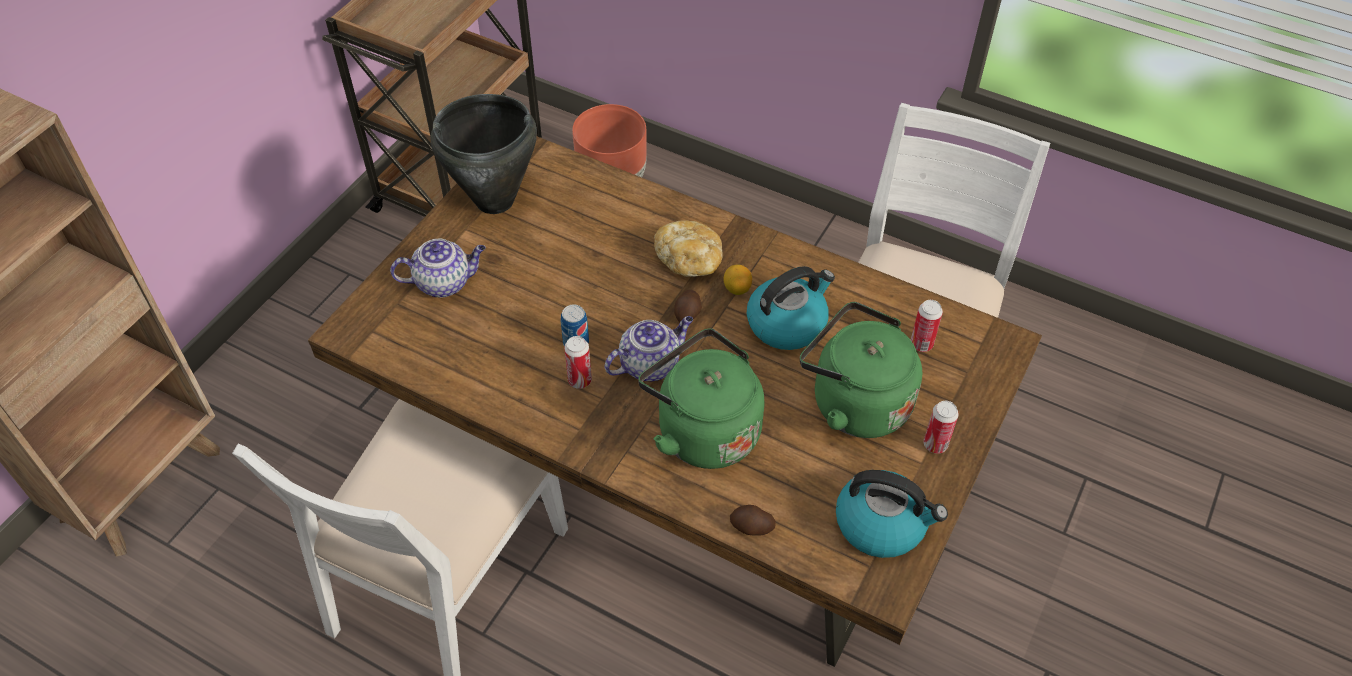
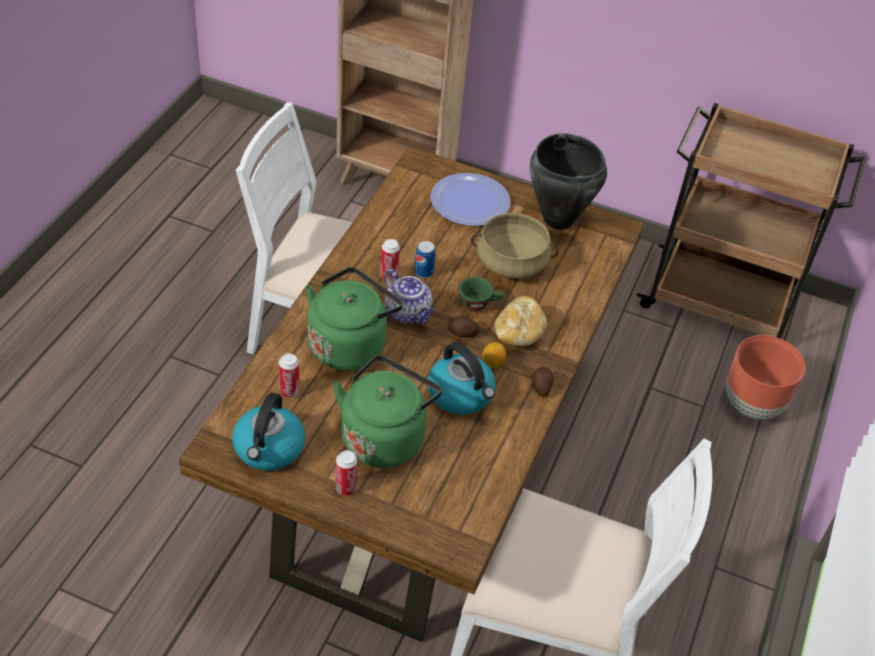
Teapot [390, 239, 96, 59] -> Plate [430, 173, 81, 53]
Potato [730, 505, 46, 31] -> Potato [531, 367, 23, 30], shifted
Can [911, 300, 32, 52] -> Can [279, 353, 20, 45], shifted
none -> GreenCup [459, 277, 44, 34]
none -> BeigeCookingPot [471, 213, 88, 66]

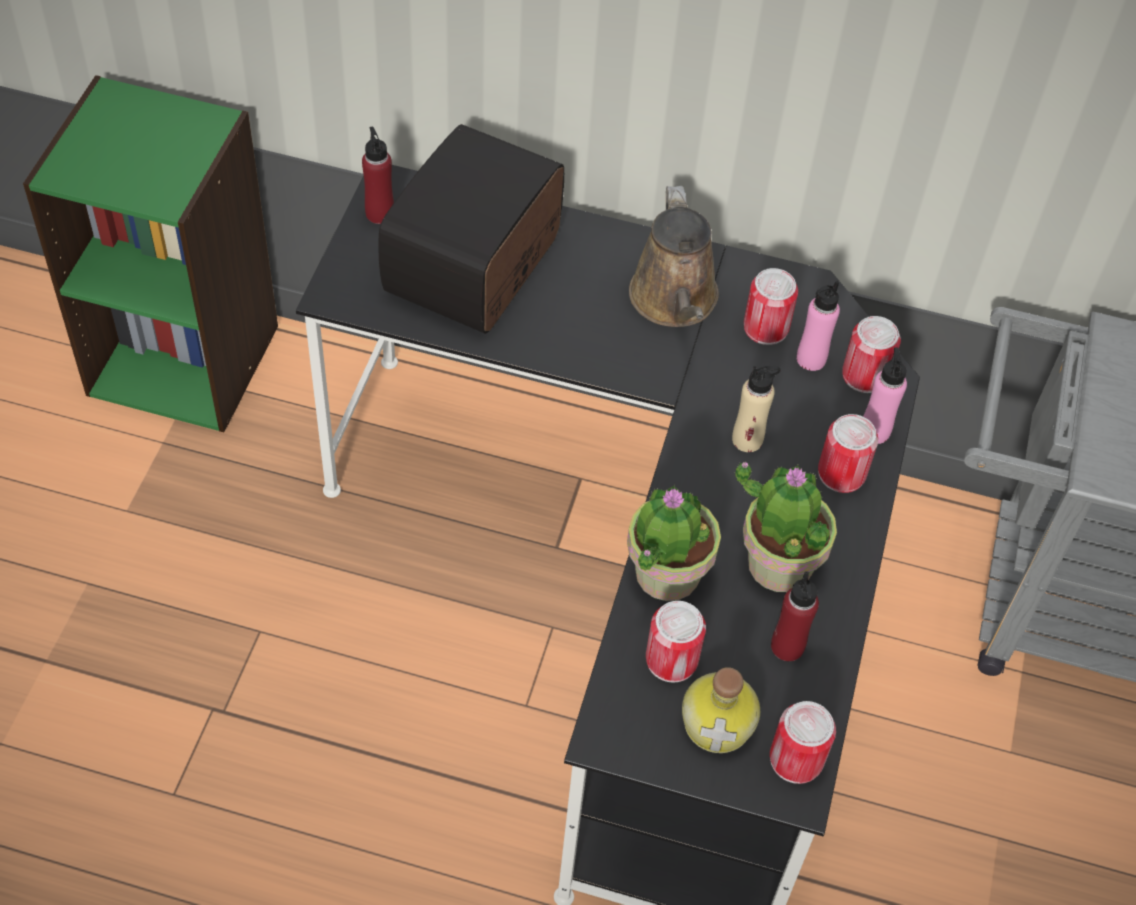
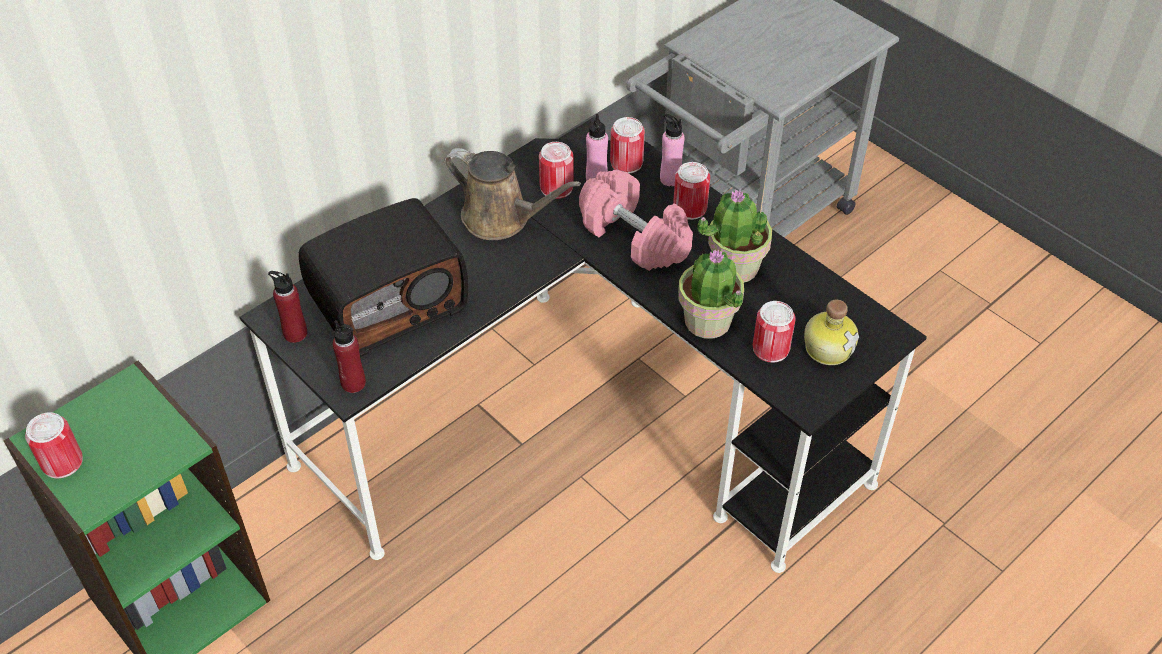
Radio [379, 124, 185, 210] -> Radio [299, 198, 169, 159], 90 degrees counterclockwise
BeigeBottle [732, 366, 49, 86] -> PinkDumbbell [579, 170, 114, 101]
Can [770, 701, 66, 83] -> Can [25, 412, 58, 66], shifted
RedBottle [771, 571, 48, 90] -> RedBottle [332, 320, 34, 73], shifted

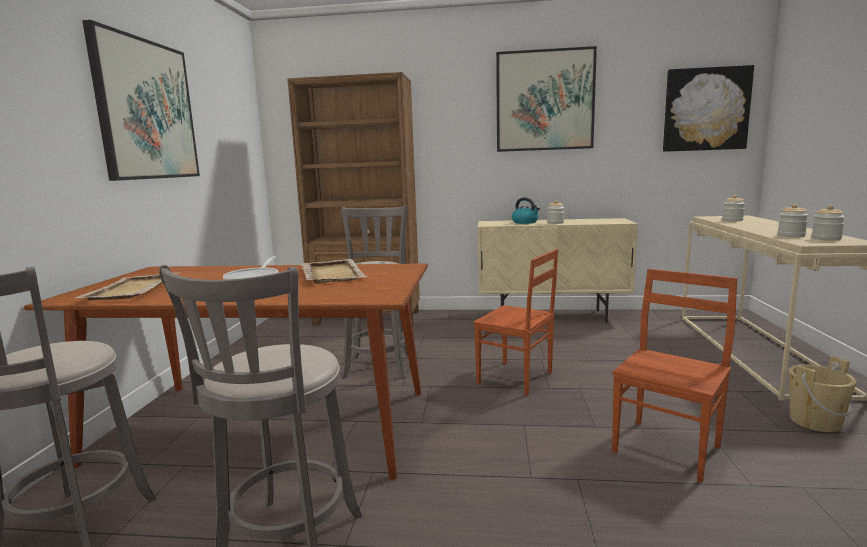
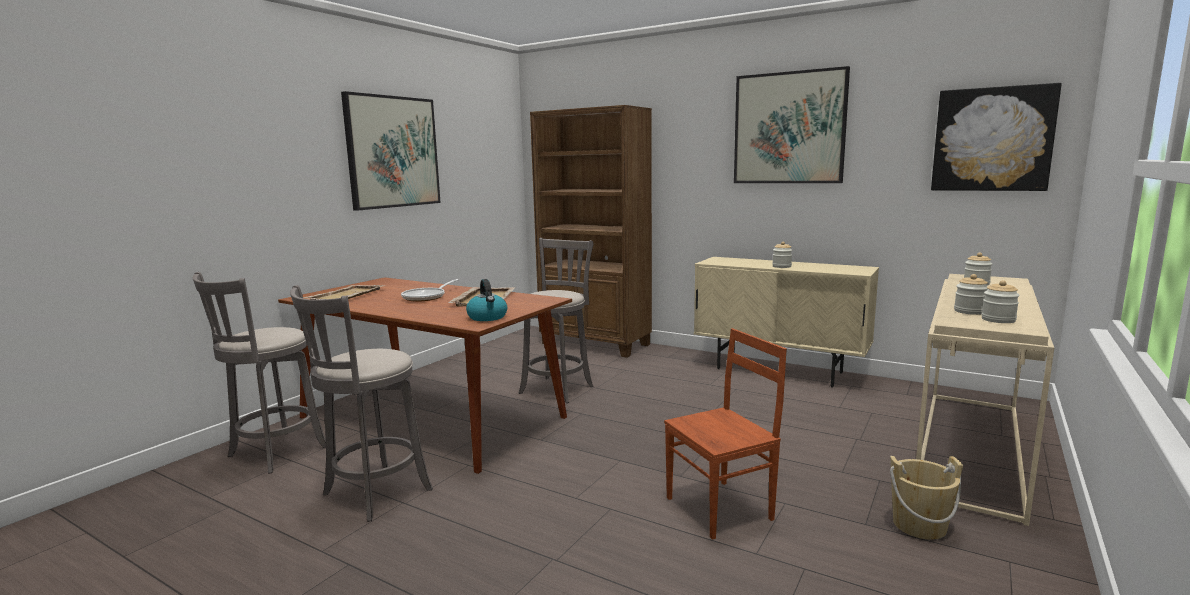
BrownChair [473, 249, 85, 147] -> none
Kettle [512, 197, 28, 27] -> Kettle [466, 279, 41, 42], shifted

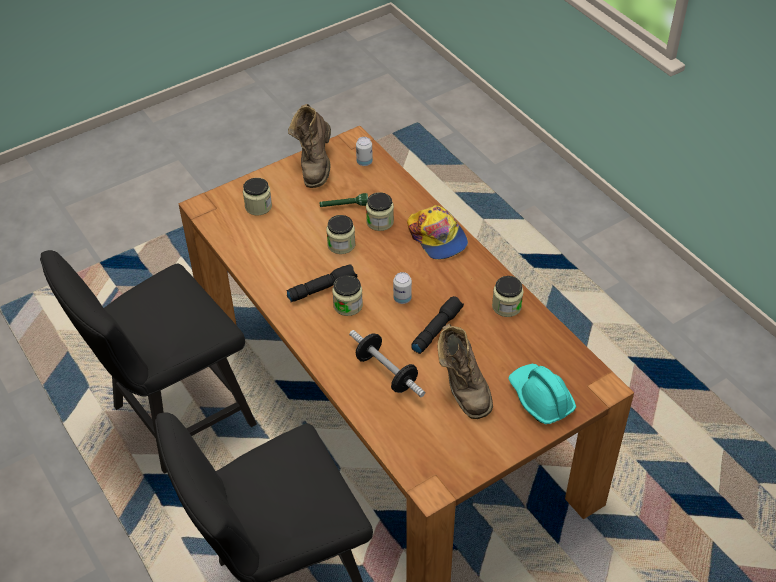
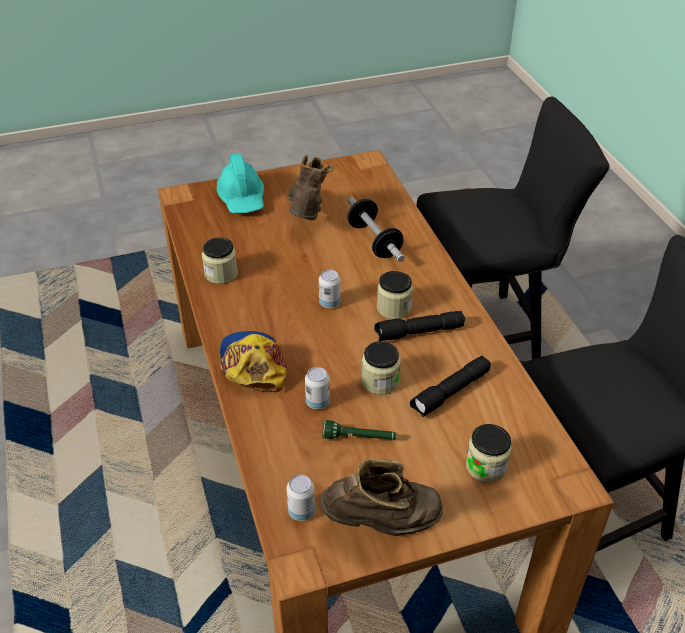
BrownBoot [288, 104, 43, 84] -> BrownBoot [320, 458, 123, 78], 60 degrees clockwise
Jar [366, 192, 28, 39] -> Can [305, 367, 25, 42]
BlackFlashlight [412, 296, 52, 58] -> BlackFlashlight [410, 356, 81, 61], shifted

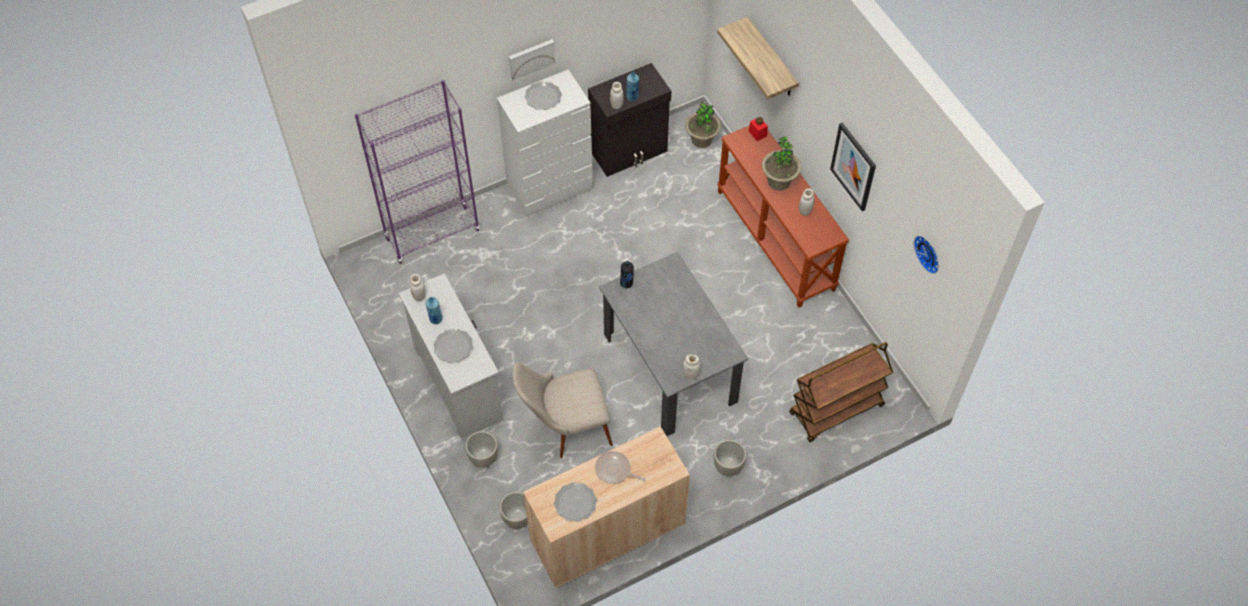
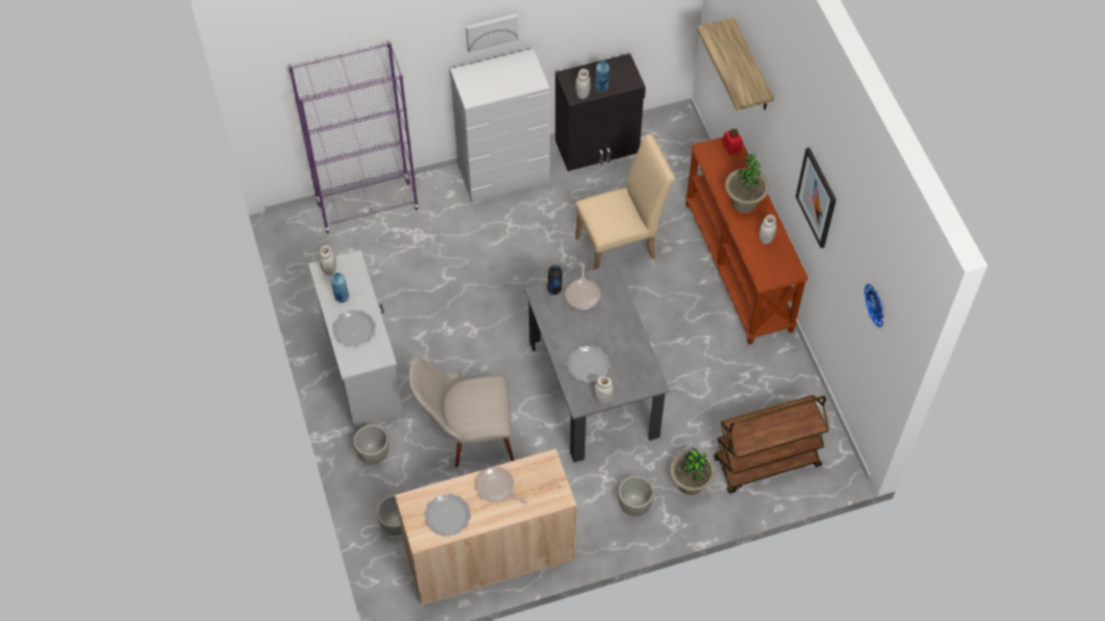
Plate [525, 81, 37, 29] -> Plate [567, 345, 43, 38], shifted
PottedPlant [685, 102, 36, 46] -> PottedPlant [670, 447, 45, 48], shifted
none -> FryingPan [565, 263, 35, 47]
none -> BeigeChair [575, 134, 100, 135]

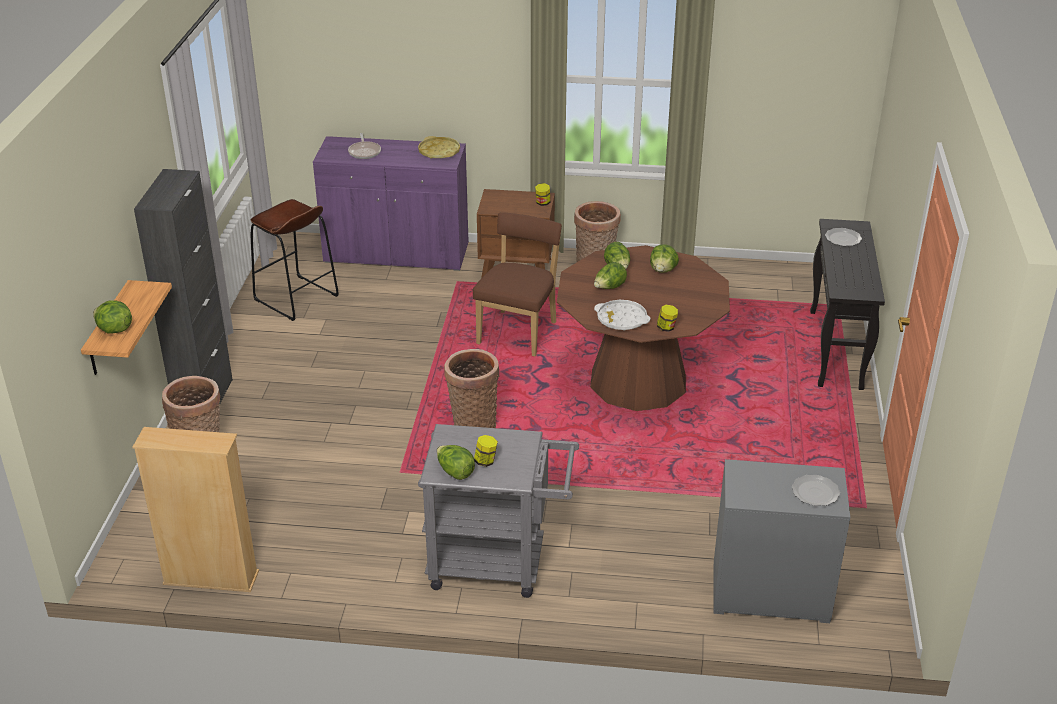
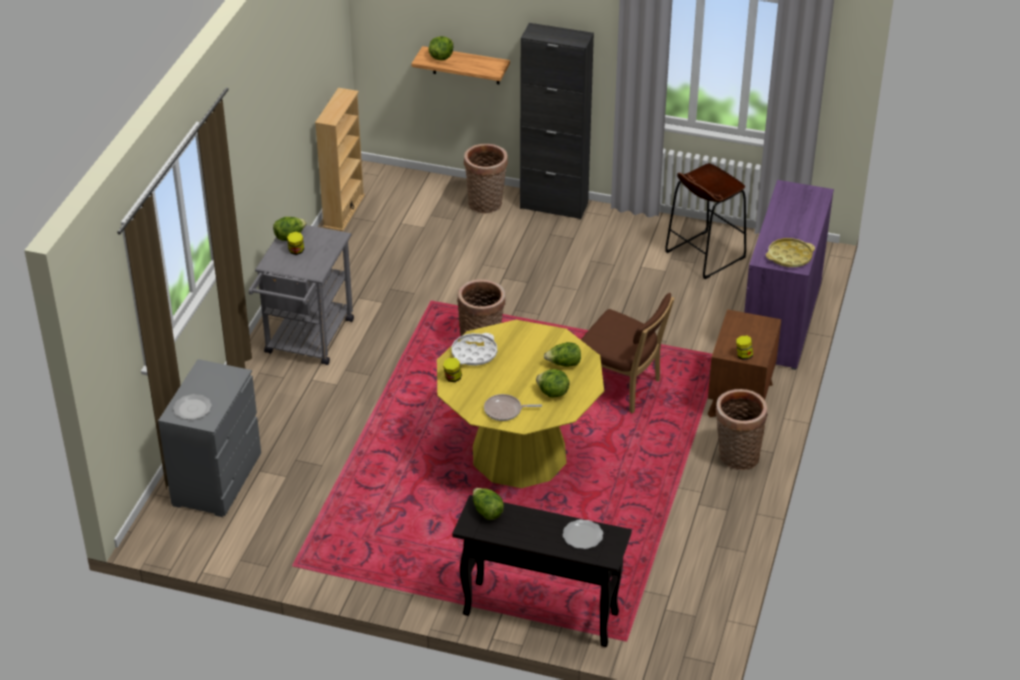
FryingPan [348, 133, 33, 26] -> FryingPan [484, 394, 58, 27], shifted
BrownDiningTable [557, 245, 173, 166] -> YellowDiningTable [437, 320, 167, 168]
Lettuce [594, 262, 33, 27] -> Lettuce [473, 488, 31, 32], shifted

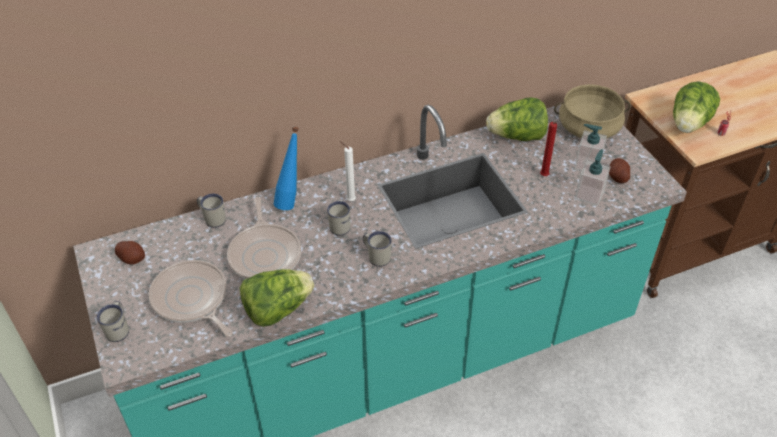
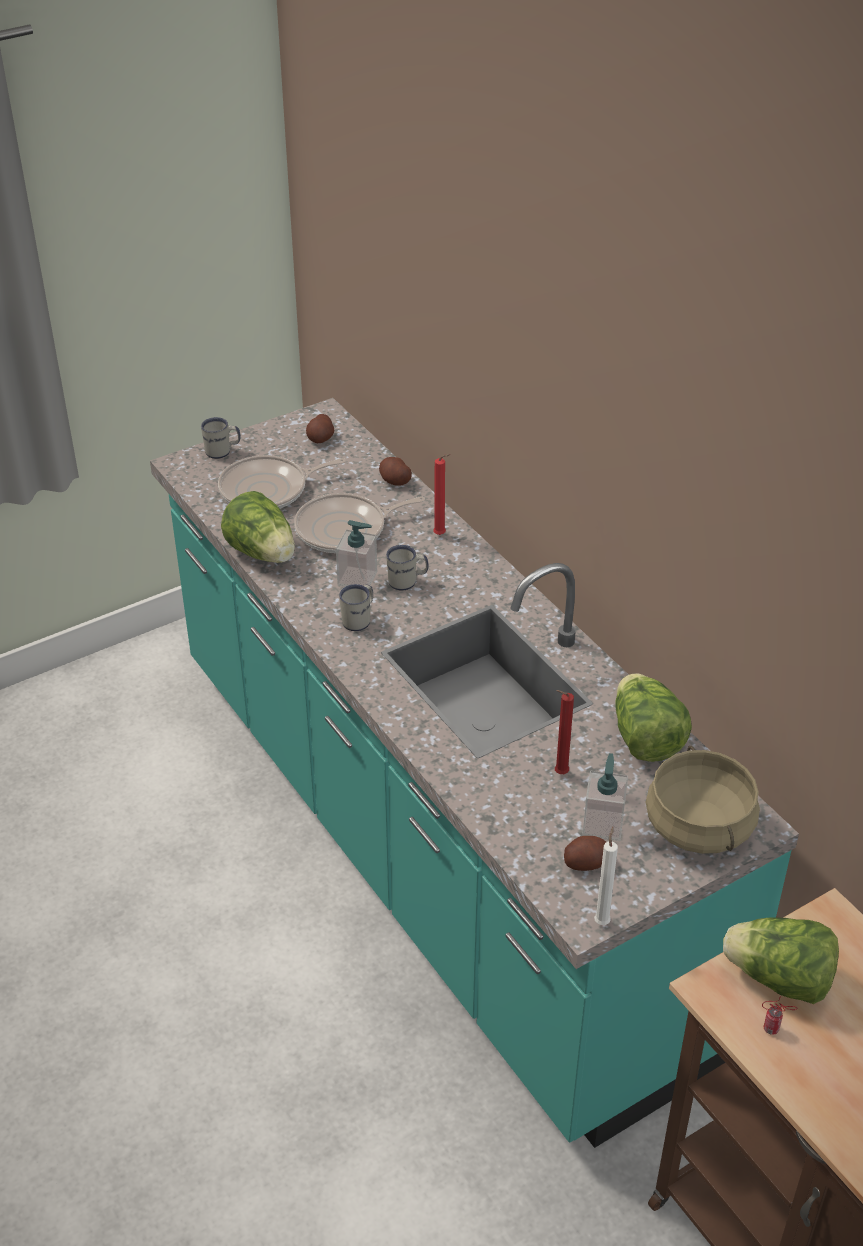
FryingPan [149, 260, 83, 77] -> FryingPan [218, 455, 128, 54], 150 degrees counterclockwise
WhiteMug [197, 194, 29, 34] -> Potato [379, 457, 33, 29]
BlueBottle [274, 127, 25, 83] -> RedCandle [433, 454, 18, 81]
WhiteCandle [340, 141, 16, 60] -> WhiteCandle [594, 827, 24, 98], shifted
SoapDispenser [575, 149, 36, 57] -> SoapDispenser [336, 520, 41, 67], shifted

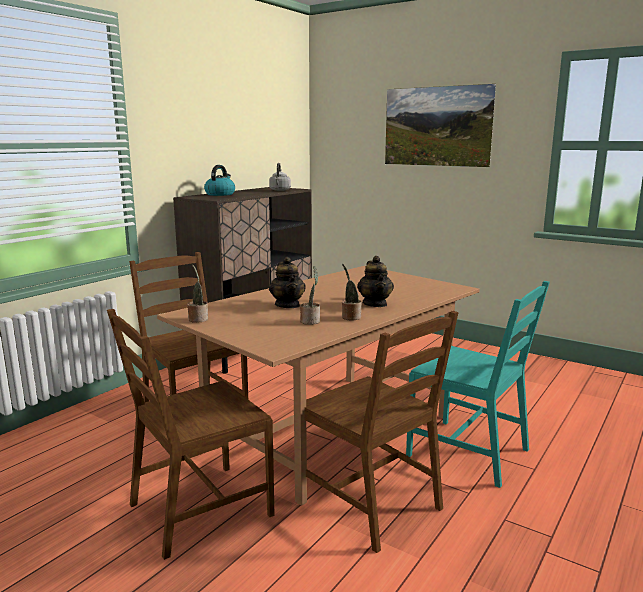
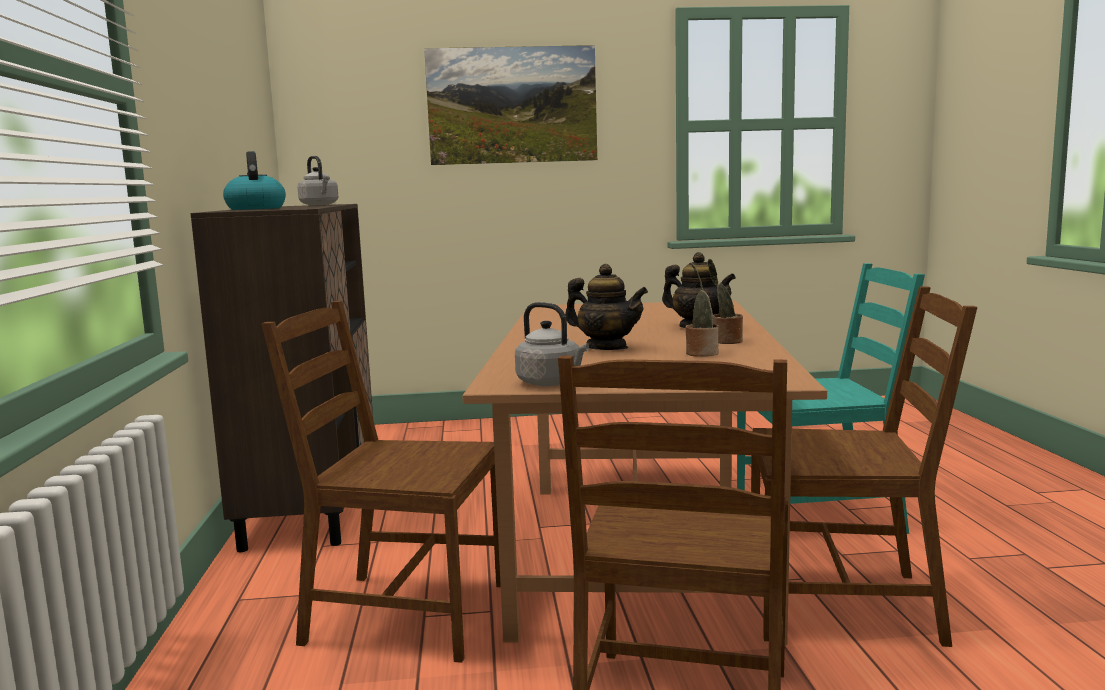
PottedPlant [187, 265, 21, 58] -> GreyKettle [515, 302, 74, 84]

